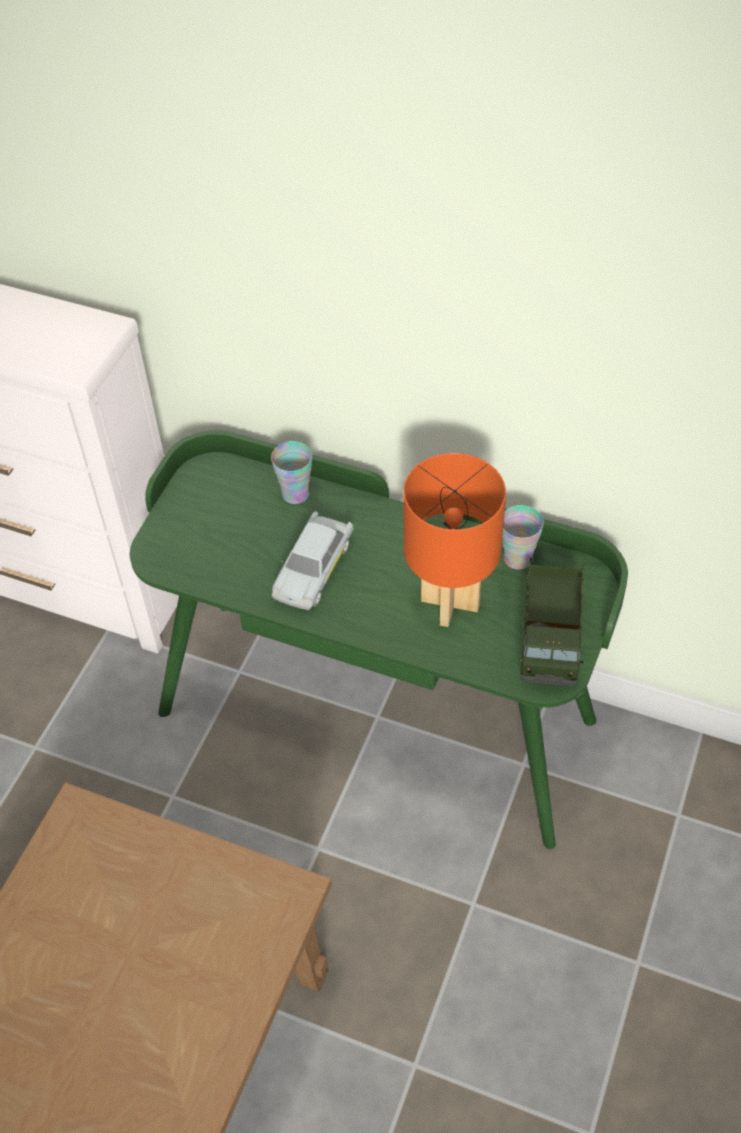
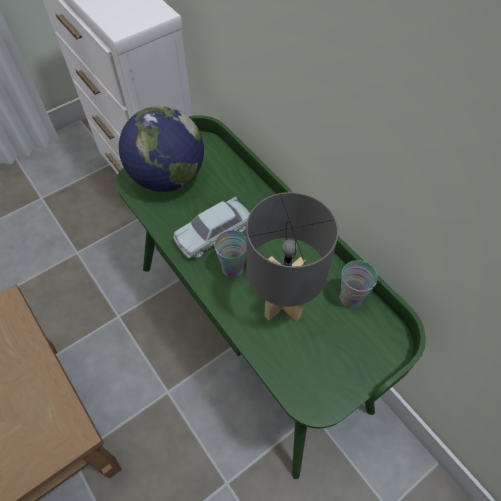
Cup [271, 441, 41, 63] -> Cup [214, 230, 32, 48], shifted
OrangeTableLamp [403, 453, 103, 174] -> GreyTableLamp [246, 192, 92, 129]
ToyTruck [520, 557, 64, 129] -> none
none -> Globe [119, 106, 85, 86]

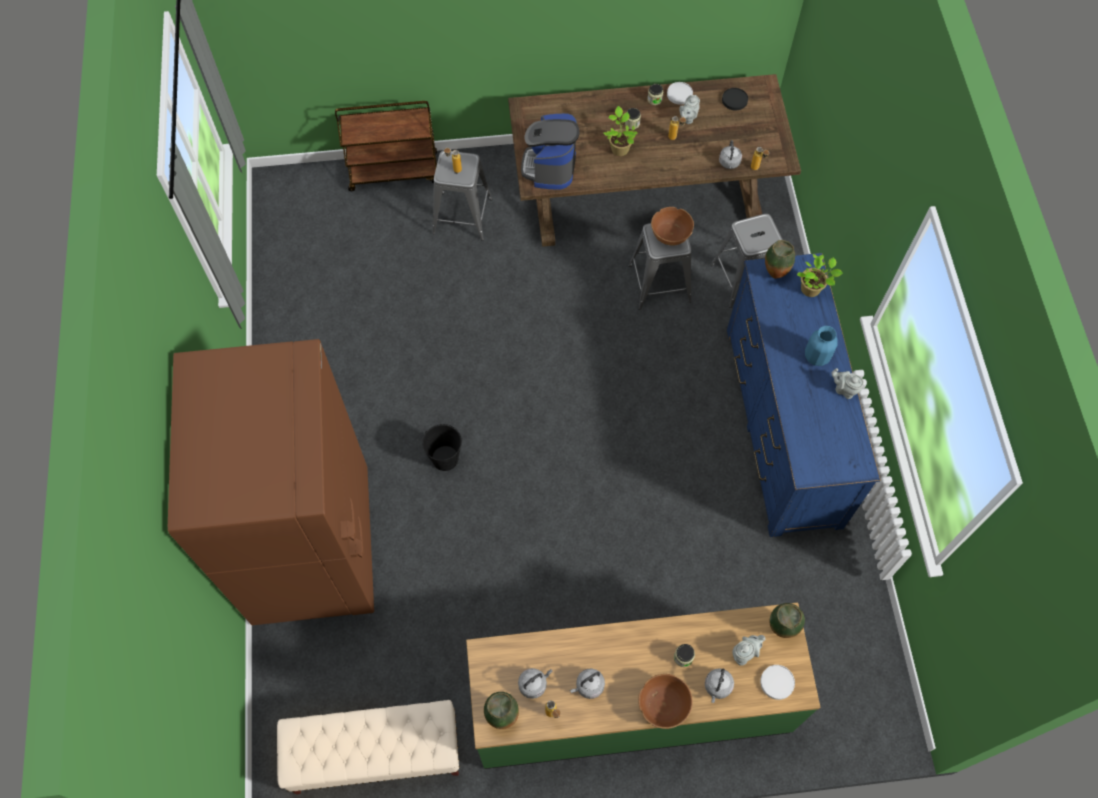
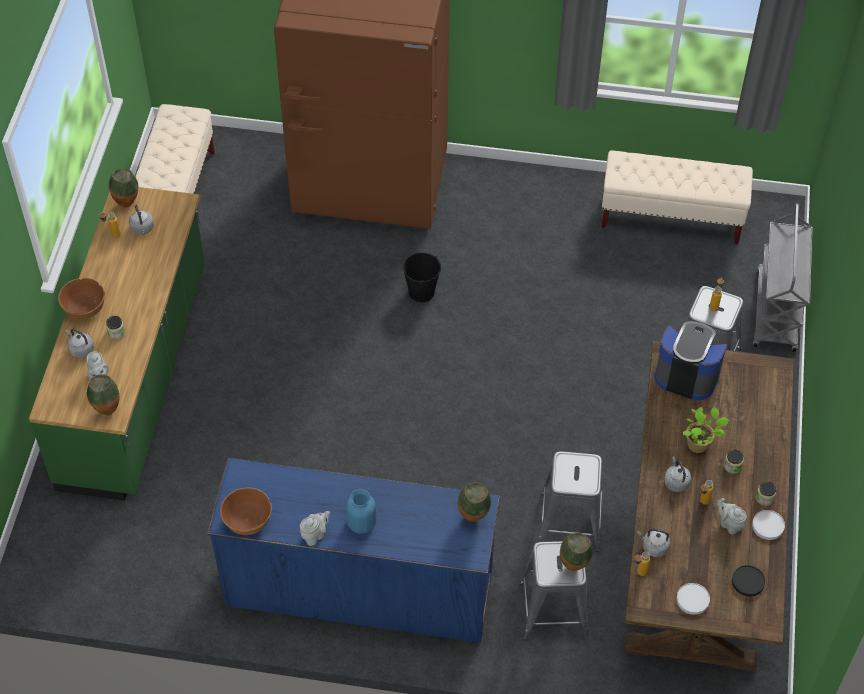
BrownCart [335, 101, 102, 90] -> GreyCart [753, 203, 59, 149]
GreyKettle [570, 668, 35, 31] -> GreyKettle [664, 456, 27, 36], shifted
BrownBowl [651, 207, 43, 39] -> BrownBowl [220, 487, 52, 48], shifted
WhitePlate [760, 665, 35, 35] -> WhitePlate [677, 583, 33, 32], shifted
PottedPlant [797, 254, 46, 43] -> none
none -> Vase [560, 532, 33, 39]
none -> BeigeBench [601, 150, 152, 94]

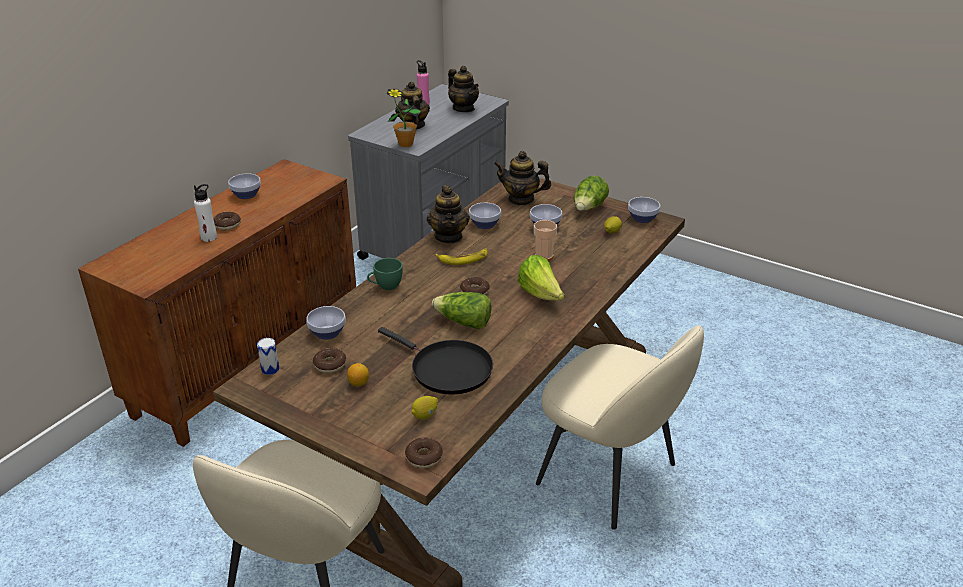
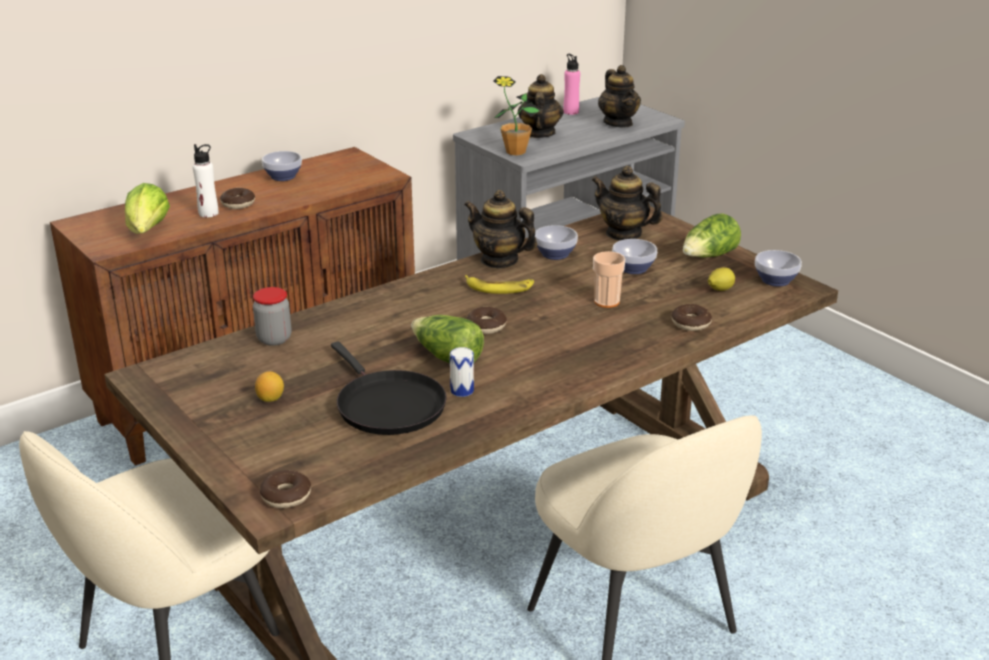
Can [257, 338, 22, 37] -> Can [450, 347, 24, 50], shifted
Bowl [306, 306, 40, 34] -> Jar [253, 287, 38, 59]
Donut [313, 348, 33, 25] -> Donut [671, 304, 41, 27], shifted
GreenCup [367, 258, 36, 32] -> none
Lemon [412, 396, 26, 24] -> none
Teapot [427, 185, 43, 59] -> Teapot [464, 190, 73, 79], 105 degrees clockwise
Lettuce [518, 255, 46, 46] -> Lettuce [125, 183, 45, 51], shifted

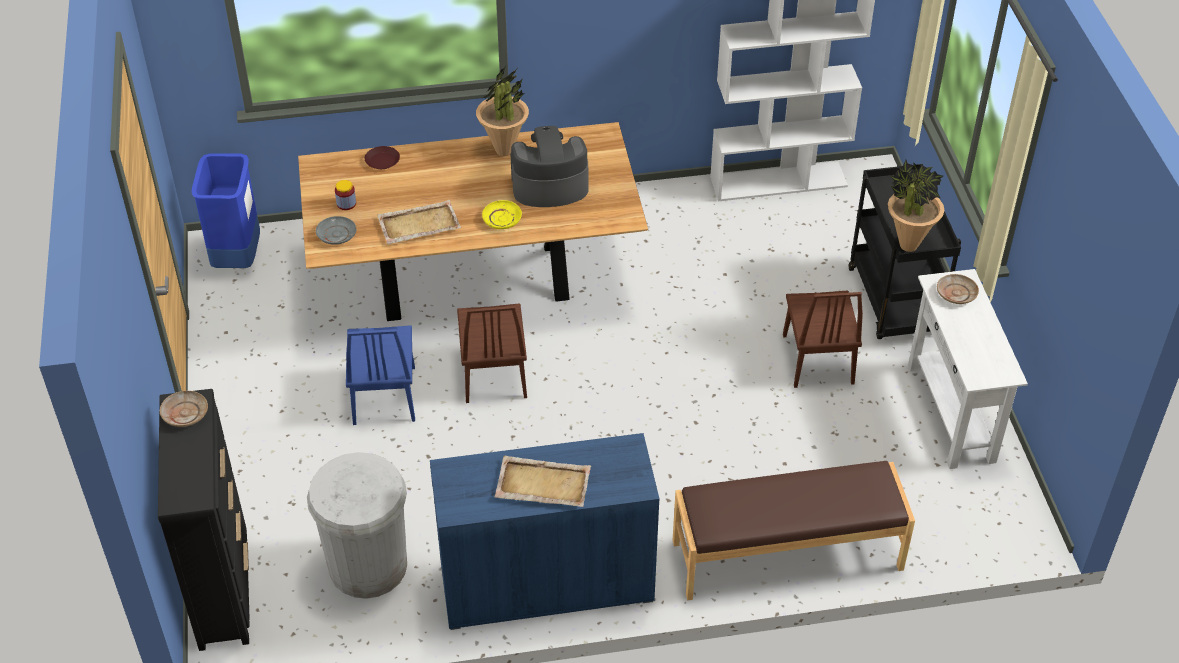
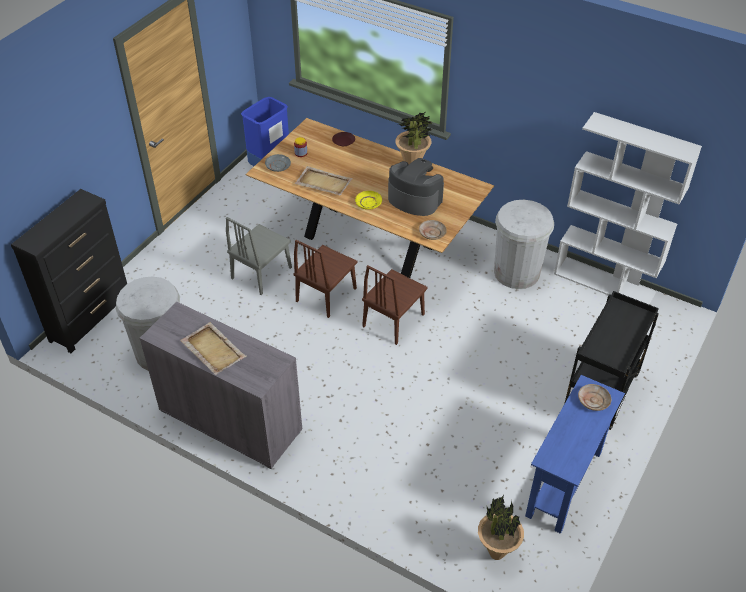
BeigePlate [160, 391, 48, 36] -> BeigePlate [419, 220, 28, 20], shifted
BlueChair [346, 325, 69, 100] -> GreyChair [226, 217, 66, 78]
BlueCabinet [430, 433, 230, 197] -> GreyCabinet [139, 301, 163, 168]
BrownBench [673, 461, 242, 139] -> none
BrownChair [783, 291, 80, 97] -> BrownChair [362, 265, 66, 80], shifted
PottedPlant [888, 160, 56, 92] -> PottedPlant [478, 495, 46, 65], shifted
WhiteConsoleTable [908, 269, 120, 200] -> BlueConsoleTable [525, 375, 100, 159]
none -> WhiteTrashCan [494, 200, 60, 89]

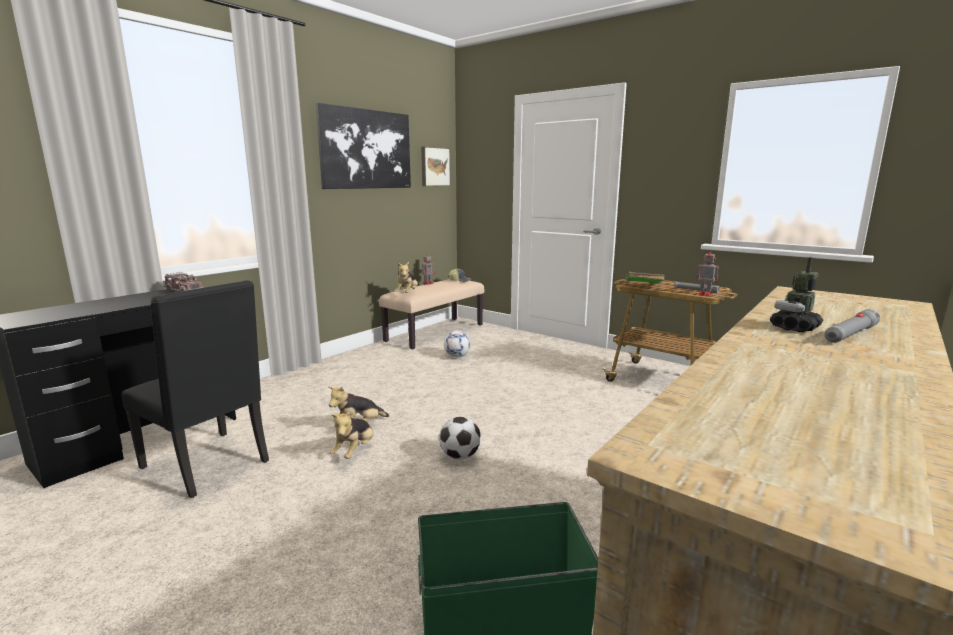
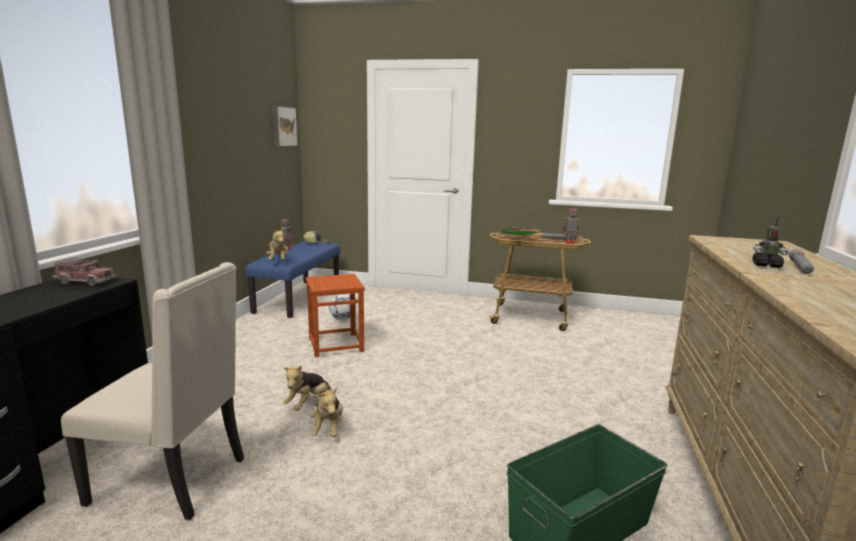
BlackChair [122, 280, 147, 218] -> BeigeChair [61, 262, 183, 258]
Picture [315, 103, 96, 86] -> none
BeigeBench [379, 279, 105, 71] -> BlueBench [245, 241, 95, 77]
Football [439, 417, 42, 43] -> none
ToyRobot [770, 257, 54, 75] -> ToyRobot [753, 216, 36, 52], 90 degrees counterclockwise
none -> BrownStool [306, 274, 59, 83]

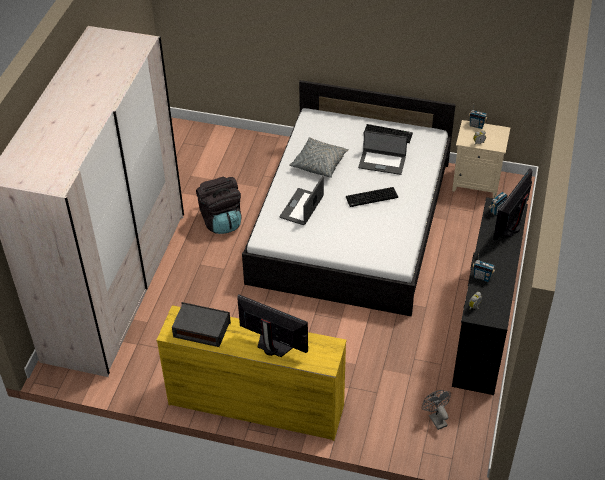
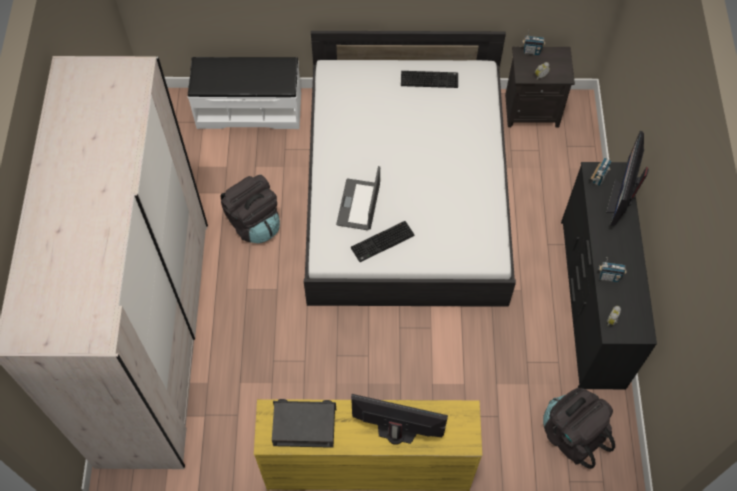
GreyPillow [289, 137, 60, 41] -> none
Keyboard [346, 187, 52, 20] -> Keyboard [351, 221, 63, 41], shifted
Laptop [358, 131, 49, 44] -> none
GreyFan [422, 390, 29, 40] -> BlackBackpack [543, 388, 72, 81]
BeigeNightstand [452, 120, 58, 78] -> BlackNightstand [505, 47, 70, 81]
none -> WhiteBench [188, 57, 113, 72]

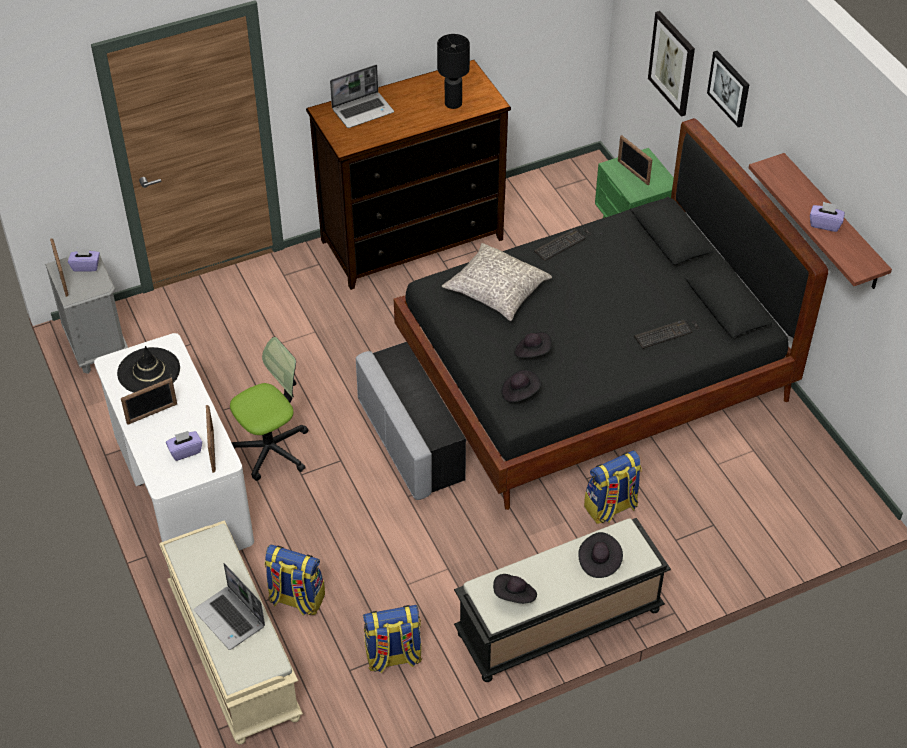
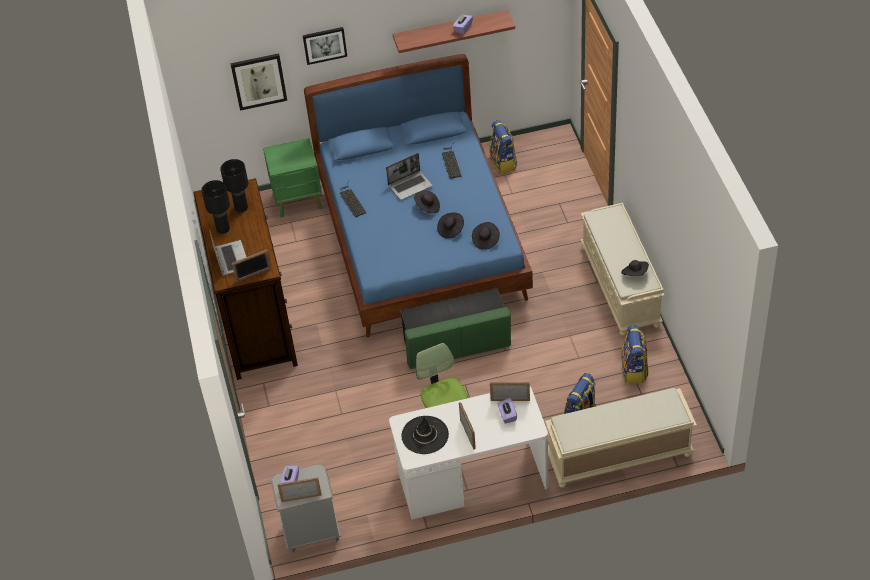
Laptop [194, 563, 71, 87] -> Laptop [386, 153, 47, 47], shifted
GreyOttoman [356, 342, 110, 158] -> GreenOttoman [400, 288, 111, 81]
BlackBed [394, 118, 434, 392] -> BlueBed [304, 54, 229, 283]
GreyPillow [442, 243, 110, 78] -> none
BlackBench [454, 518, 217, 164] -> BeigeBench [581, 203, 84, 133]
BlackHat [578, 532, 45, 46] -> BlackHat [414, 190, 26, 23], shifted
Backpack [584, 451, 58, 73] -> Backpack [489, 120, 28, 54], shifted
PictureFrame [618, 135, 35, 50] -> PictureFrame [232, 249, 40, 33], shifted
none -> BlackTableLamp [201, 180, 29, 54]

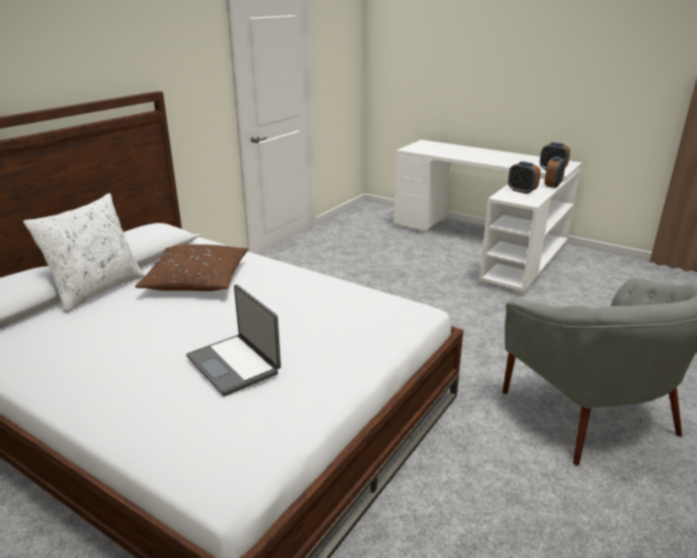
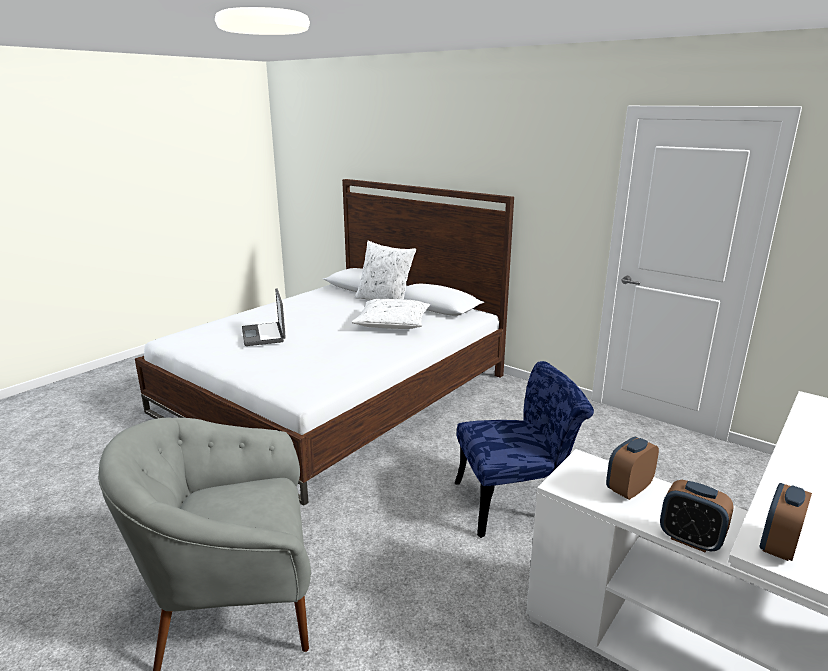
BrownPillow [135, 244, 113, 47] -> WhitePillow [351, 299, 79, 30]
Laptop [186, 284, 95, 112] -> Laptop [242, 288, 44, 58], 75 degrees counterclockwise
none -> BlueChair [455, 361, 139, 177]

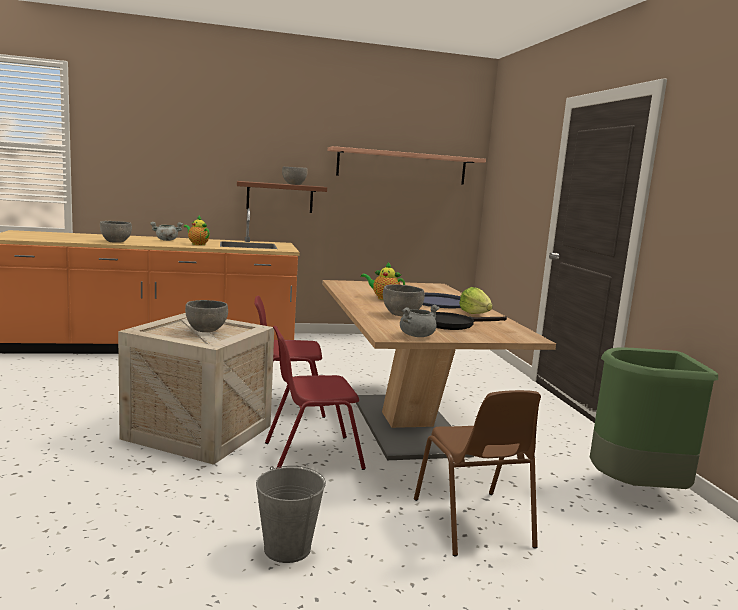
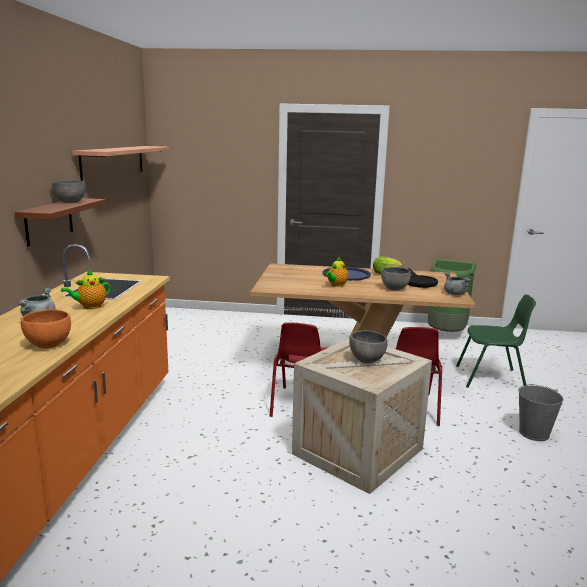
GreyBowl [100, 221, 32, 22] -> OrangeBowl [21, 309, 50, 40]
BrownChair [414, 390, 127, 167] -> GreenChair [456, 294, 80, 94]

